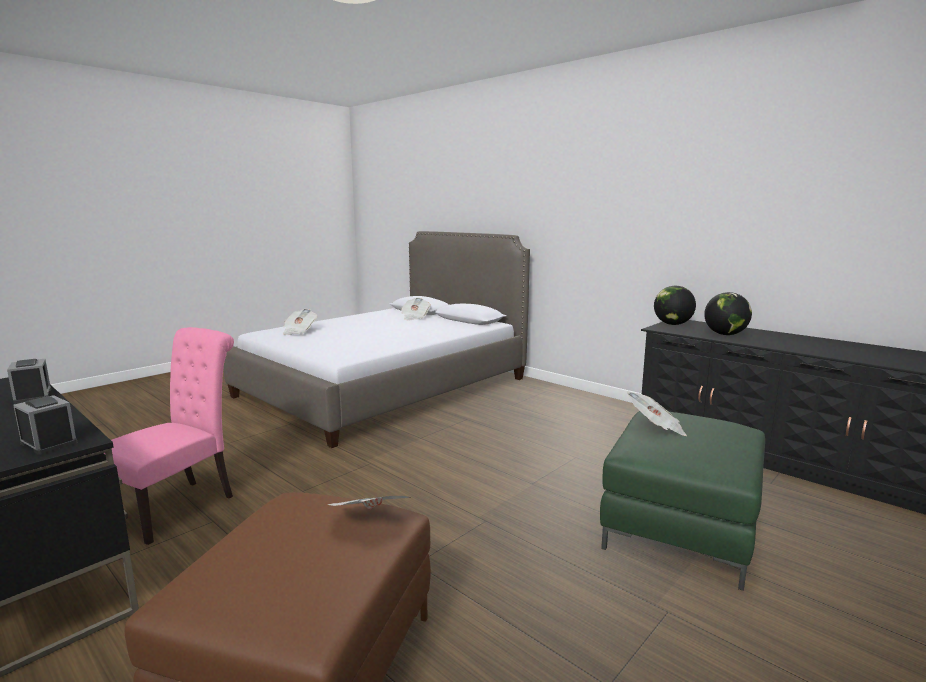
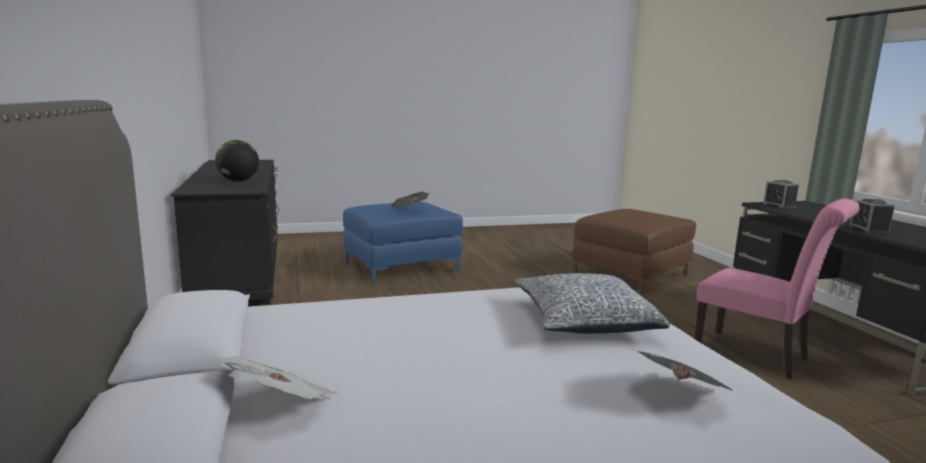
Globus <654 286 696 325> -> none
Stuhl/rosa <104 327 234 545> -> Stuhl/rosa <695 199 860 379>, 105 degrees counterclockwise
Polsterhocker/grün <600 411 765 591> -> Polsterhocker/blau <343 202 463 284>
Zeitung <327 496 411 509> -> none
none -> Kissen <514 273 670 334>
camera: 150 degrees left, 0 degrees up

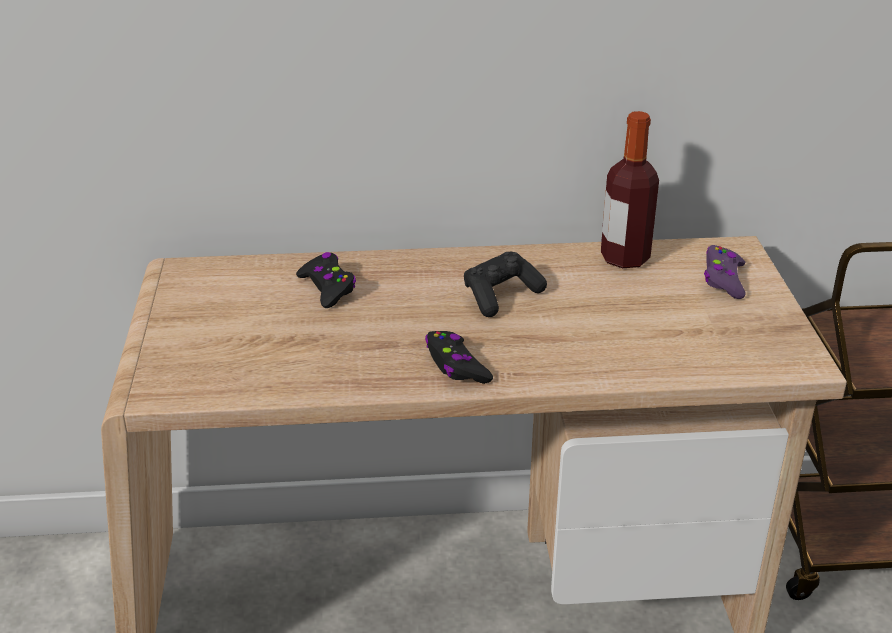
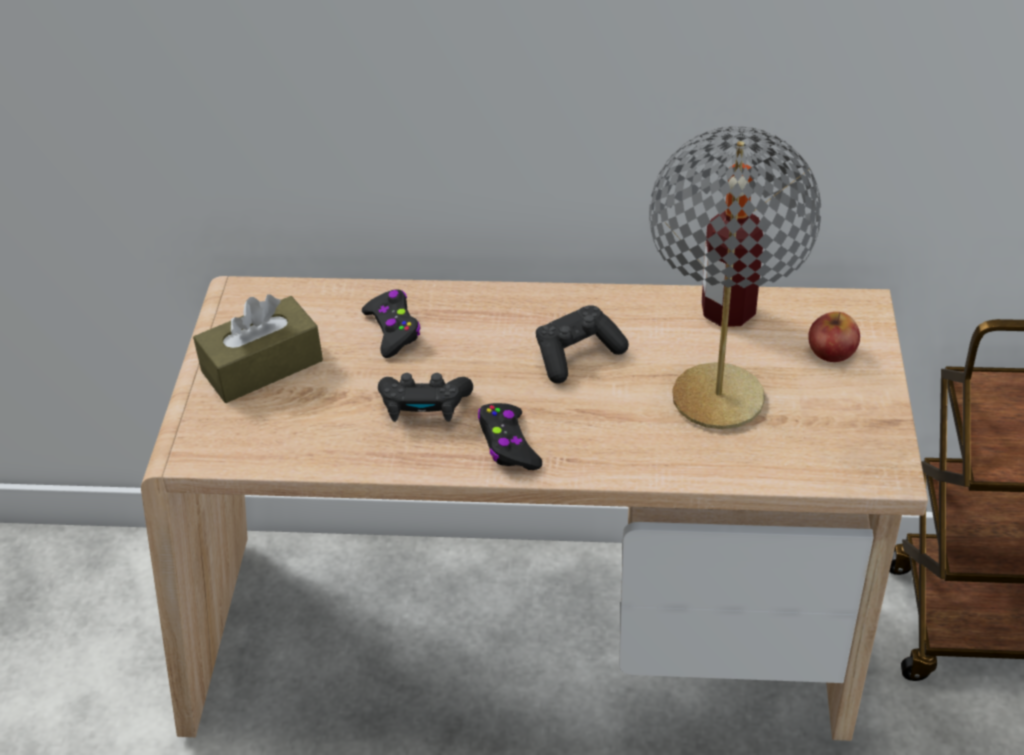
Gamepad/lila <704 245 746 299> -> Apfel <808 312 860 362>
none -> Tischlampe/grau <649 126 821 429>
none -> Taschentuchbox/braun <193 294 323 403>
none -> Gamepad/schwarz <378 373 473 422>
camera: 10 degrees right, 10 degrees up

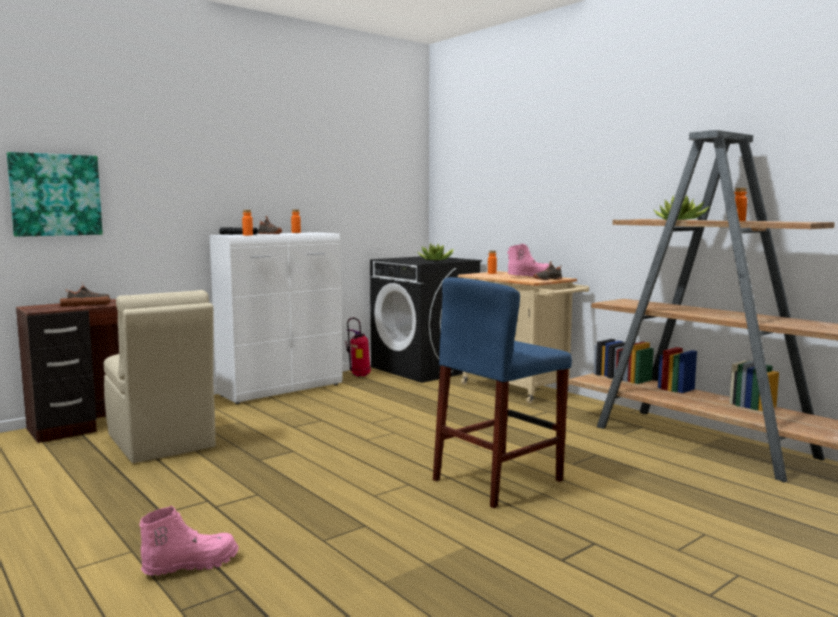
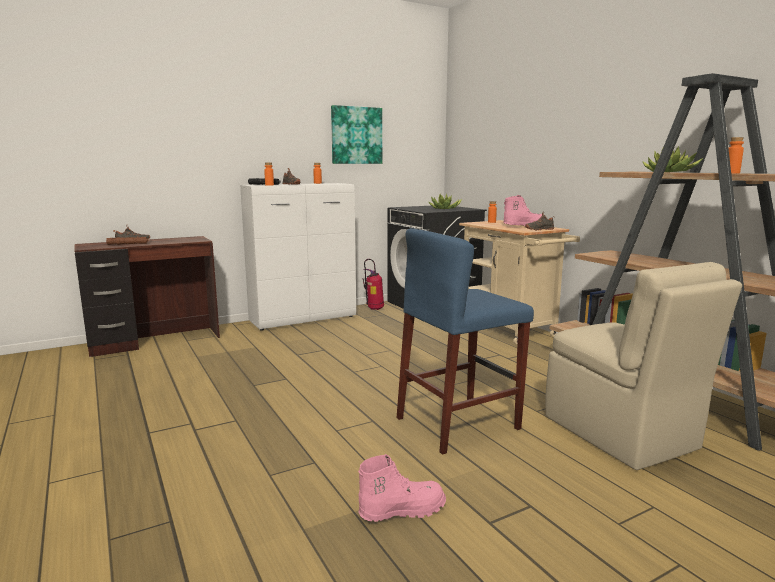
Bild <7 152 103 237> -> Bild <331 105 382 164>, shifted
Stuhl/beige <104 290 215 463> -> Stuhl/beige <545 262 742 470>, shifted
Stiefel/rosa <139 506 239 576> -> Stiefel/rosa <358 454 446 522>, shifted
camera: 10 degrees right, 5 degrees up

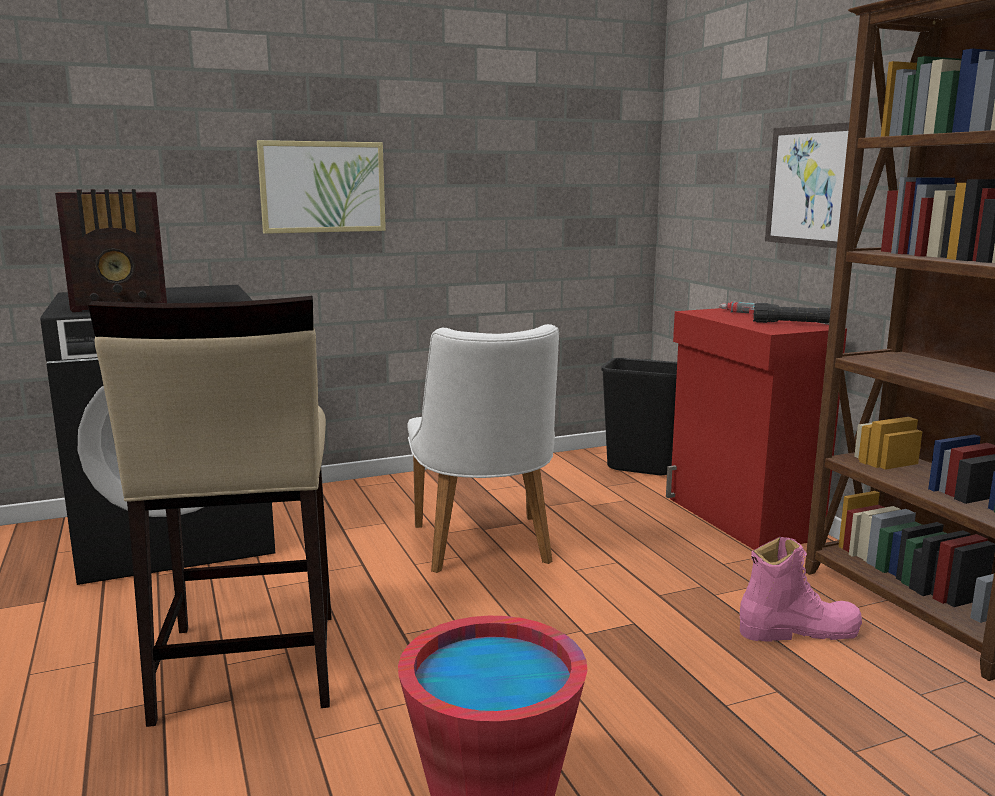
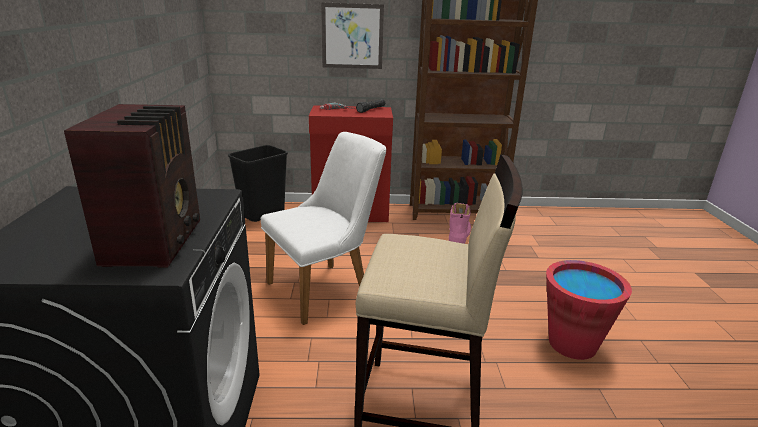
Bild <257 140 386 234> -> none
Stuhl/weiß <407 324 559 573> -> Stuhl/weiß <261 132 386 325>, 45 degrees counterclockwise
camera: 70 degrees left, 10 degrees up

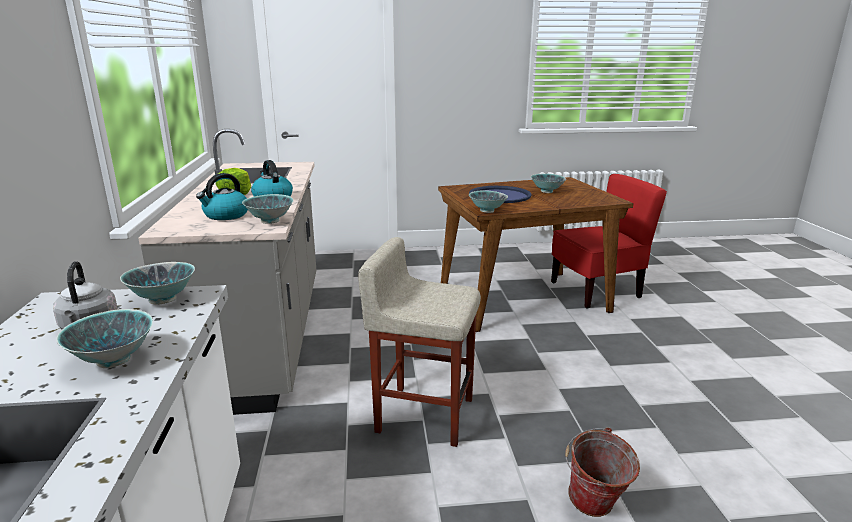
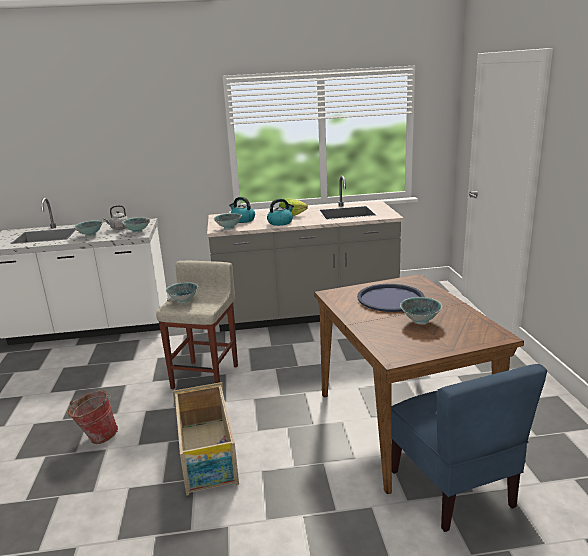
Stuhl/rot <551 174 667 309> -> Stuhl/blau <392 364 547 532>
Schüssel <469 190 508 213> -> Schüssel <166 282 198 304>, shifted
none -> Kiste <173 382 239 496>
camera: 90 degrees right, 0 degrees up

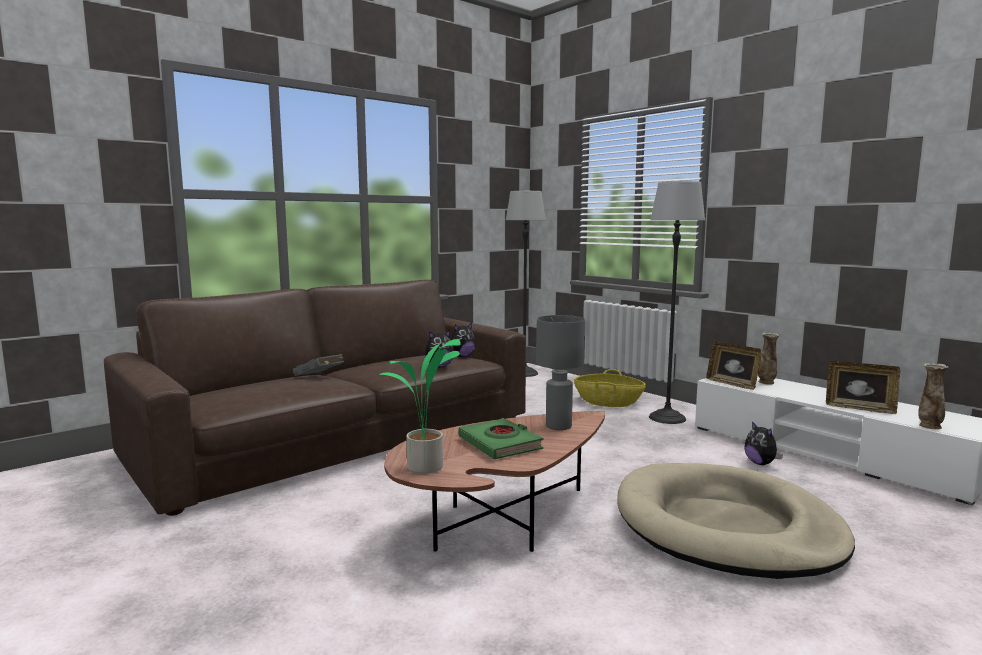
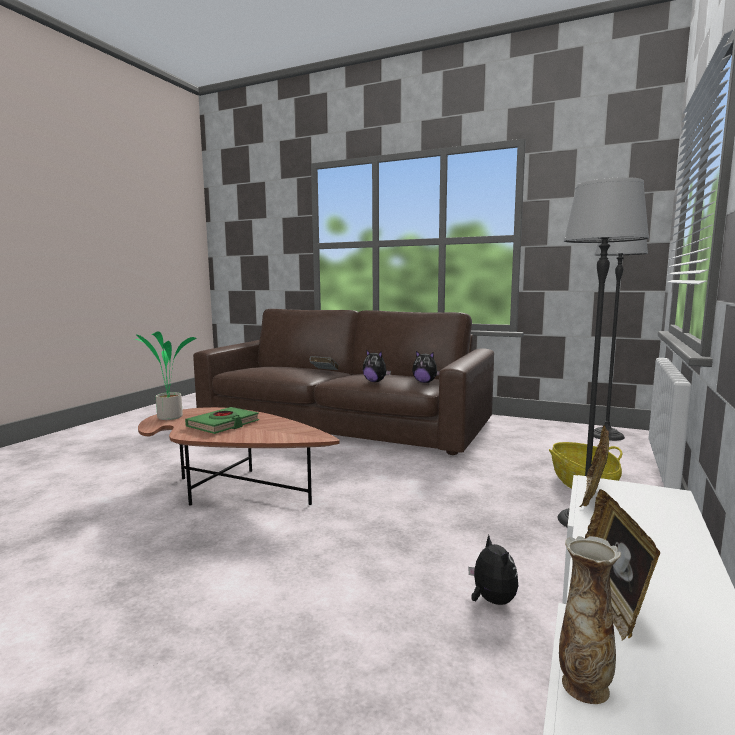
Tischlampe/grau <536 315 585 430> -> none
Vase <758 333 780 384> -> none
Plüschtier <744 421 783 465> -> Plüschtier <468 535 519 605>, 120 degrees clockwise
Hundebett/beige <617 463 855 579> -> none
camera: 65 degrees right, 0 degrees up

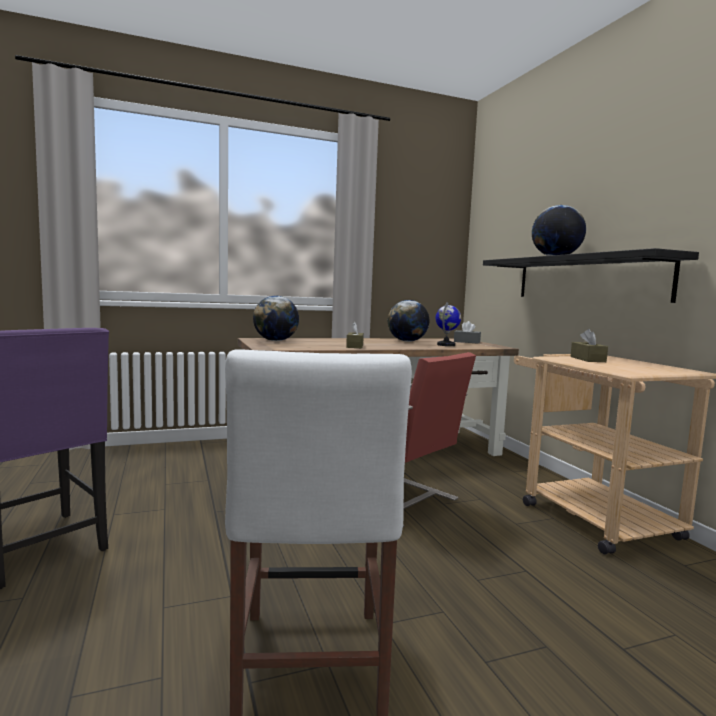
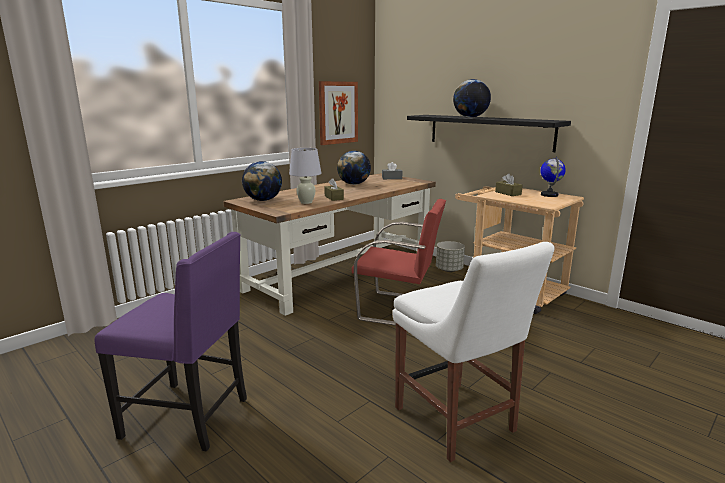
Globus <436 302 461 346> -> Globus <540 156 566 197>, shifted
none -> Bild <319 81 358 145>
none -> Tischlampe/weiß <289 148 322 204>
none -> Pflanzkübel/grau <436 241 465 272>
camera: 25 degrees left, 10 degrees up

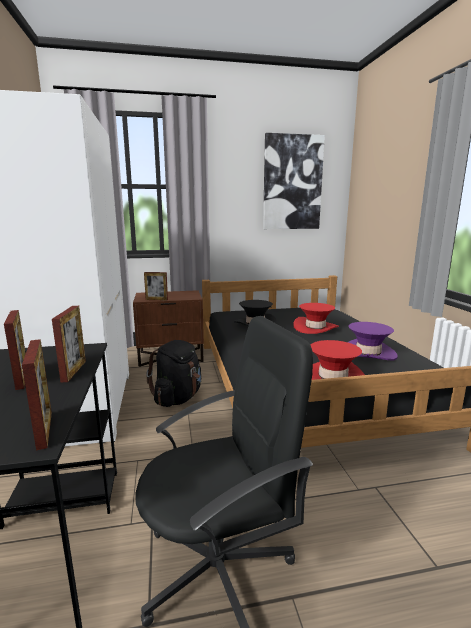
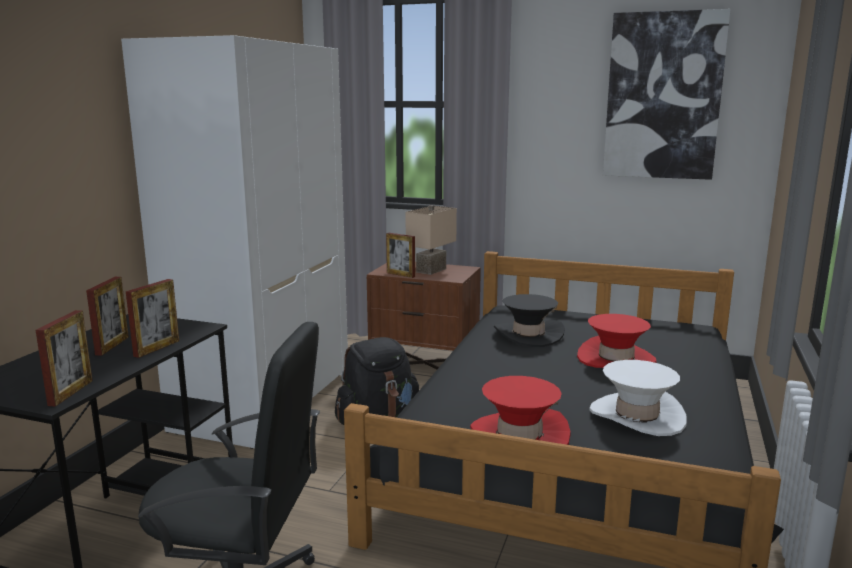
Hut/lila <348 322 398 361> -> Hut/weiß <589 360 687 436>
none -> Tischlampe/beige <406 205 457 275>
camera: 30 degrees right, 0 degrees up

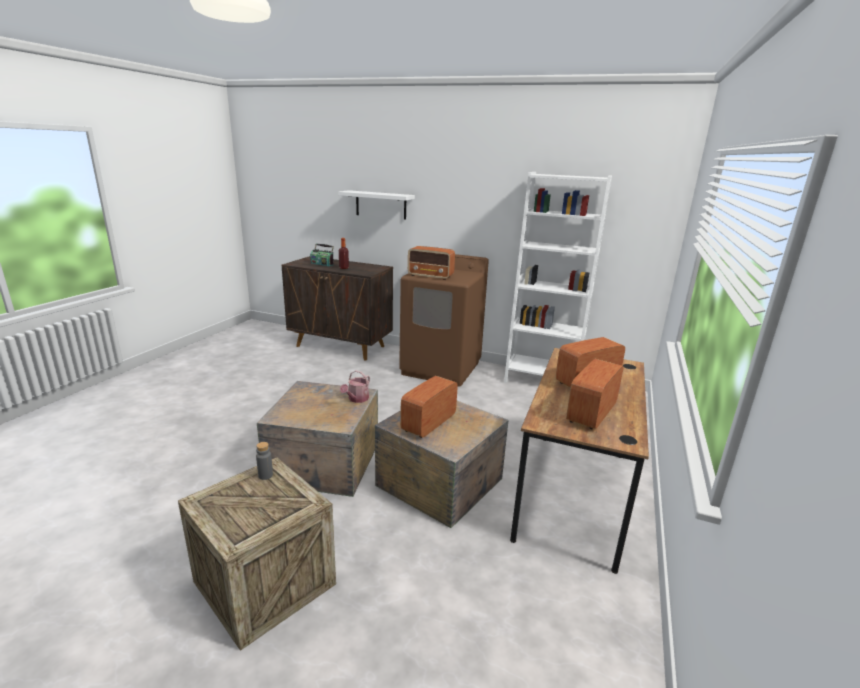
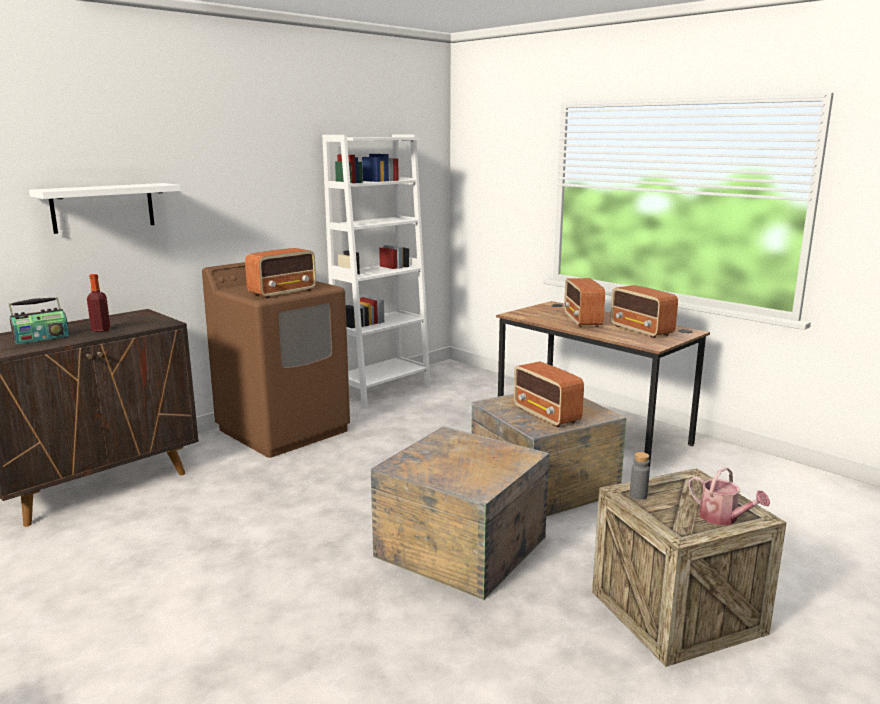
Gießkanne <340 371 370 403> -> Gießkanne <688 467 770 525>, shifted
camera: 65 degrees left, 5 degrees down

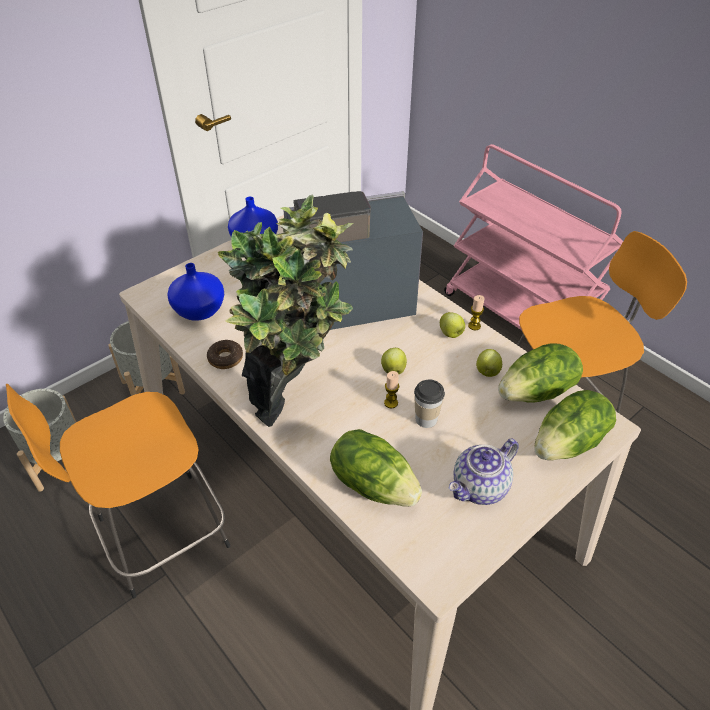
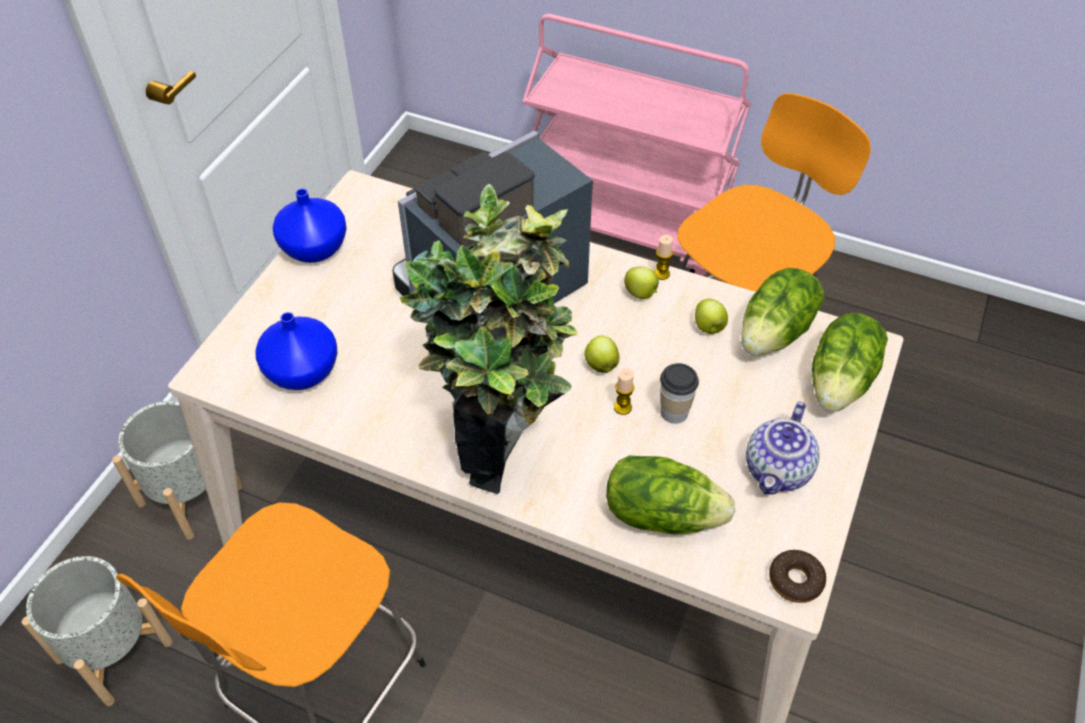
Donut <207 340 243 369> -> Donut <769 550 826 603>, shifted
camera: 25 degrees left, 5 degrees up

